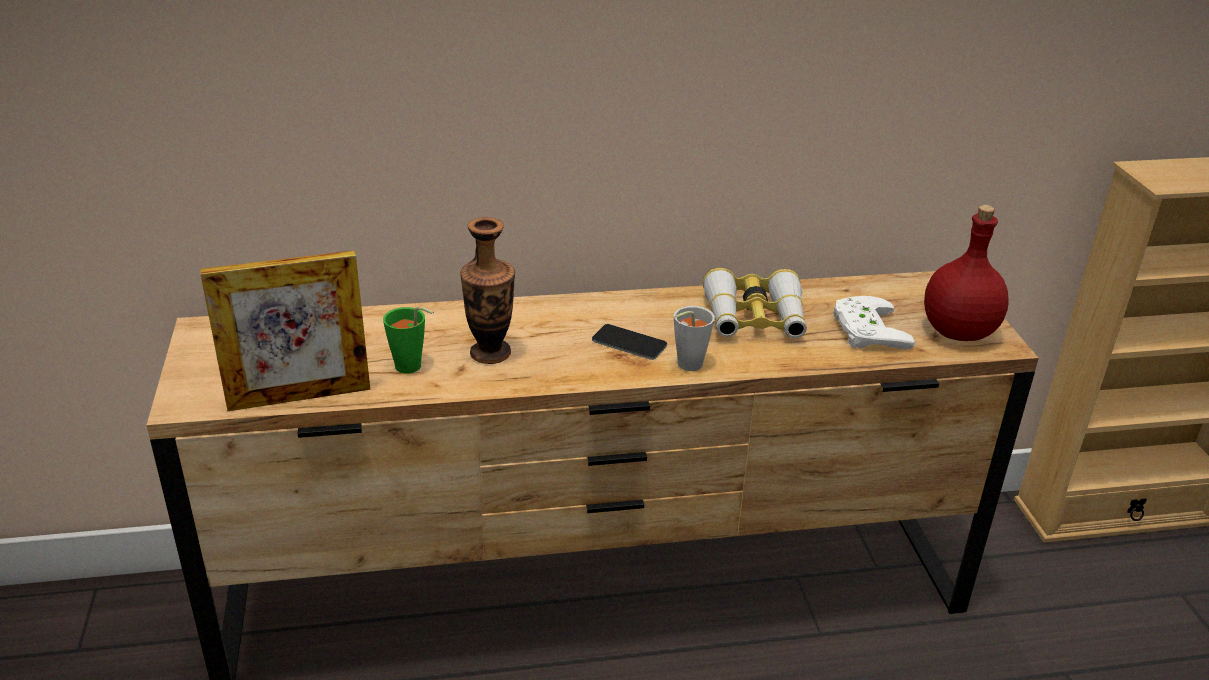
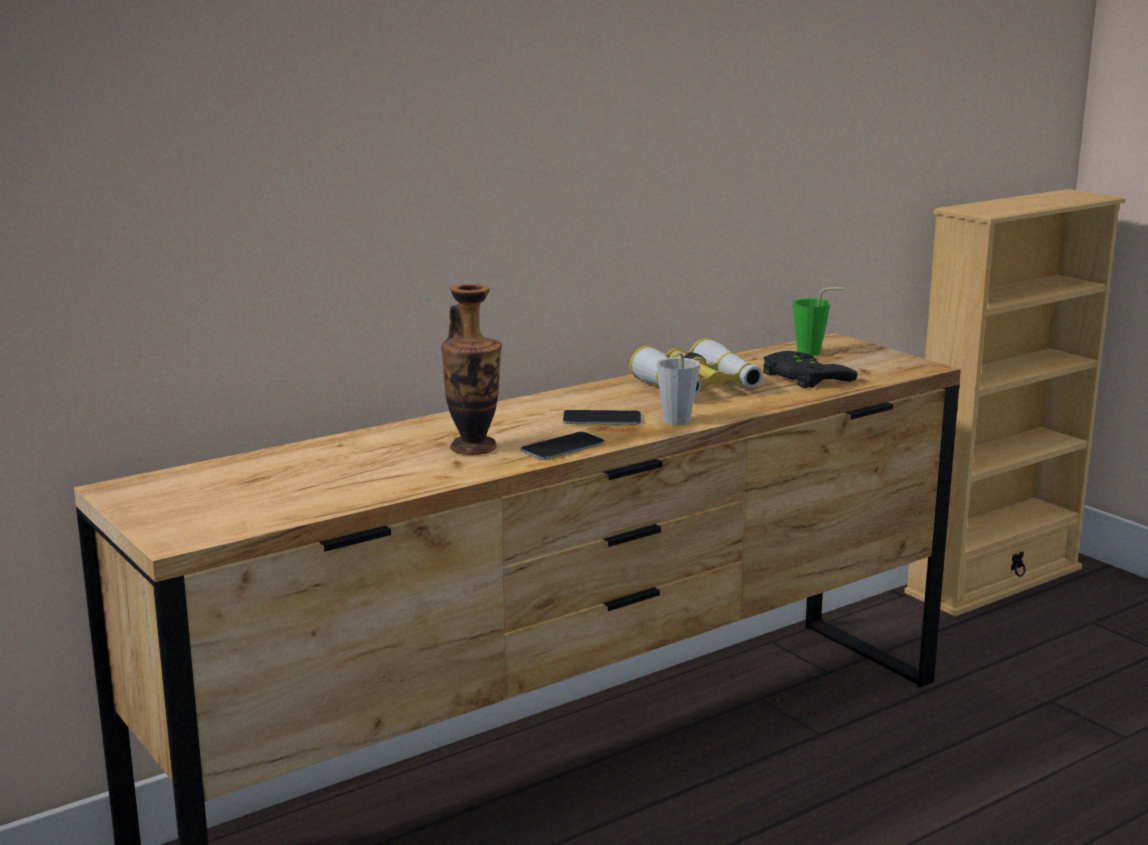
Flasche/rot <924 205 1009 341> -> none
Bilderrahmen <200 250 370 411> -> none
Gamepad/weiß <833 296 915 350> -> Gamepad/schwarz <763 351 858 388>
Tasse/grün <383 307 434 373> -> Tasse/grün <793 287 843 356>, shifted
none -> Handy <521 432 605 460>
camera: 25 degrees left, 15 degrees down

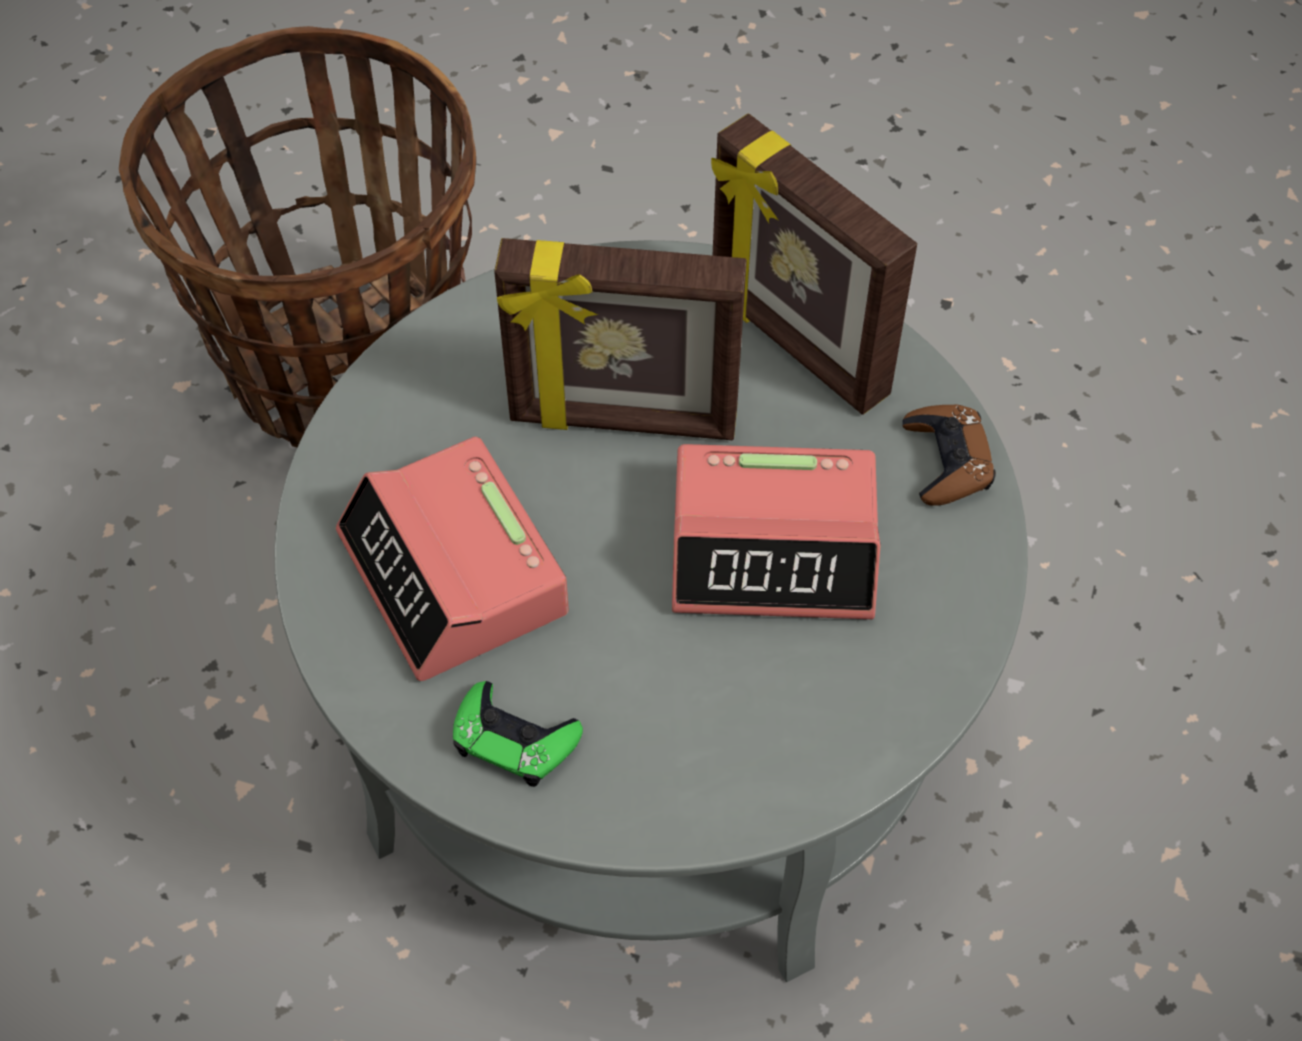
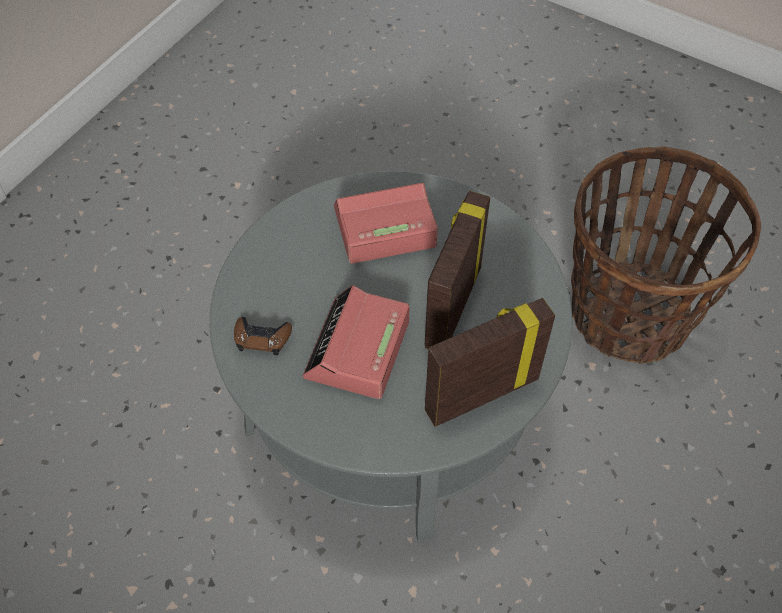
Gamepad/braun <902 405 996 506> -> Gamepad/braun <234 317 292 355>, shifted
Gamepad/grün <453 681 583 787> -> none
camera: 105 degrees right, 0 degrees up

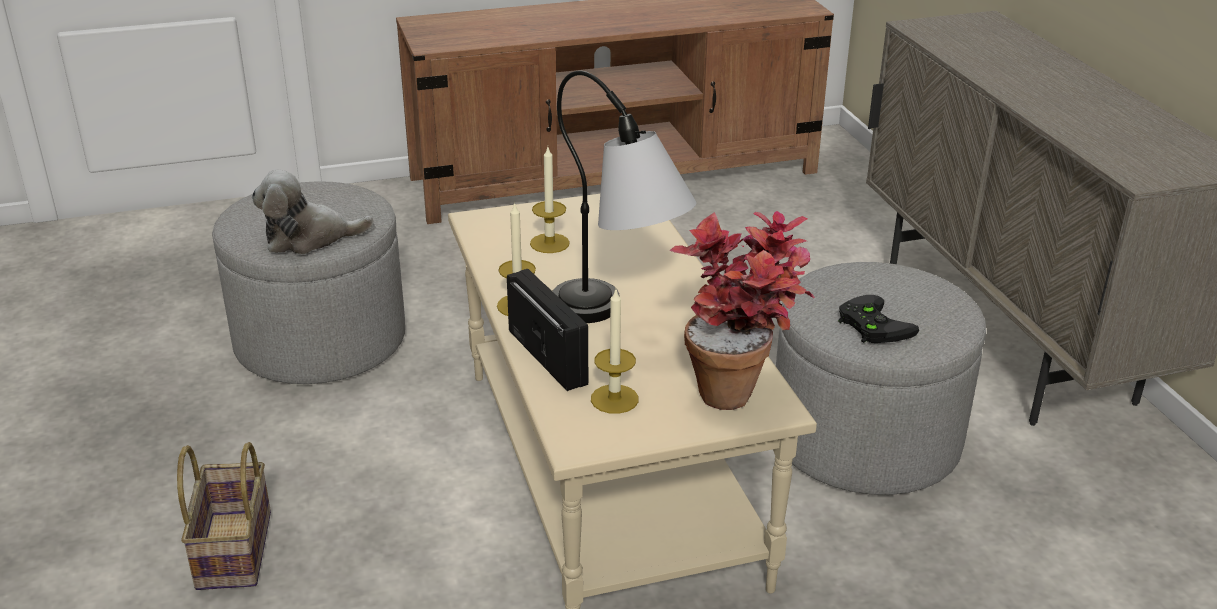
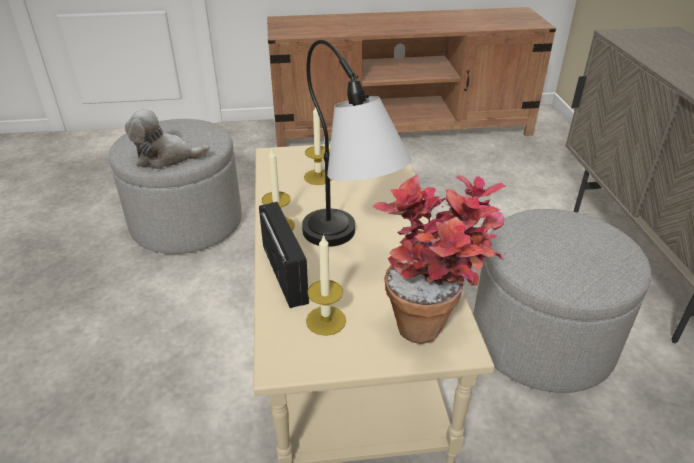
Gamepad/schwarz <838 295 919 343> -> none
Korb <177 442 271 590> -> none
camera: 10 degrees right, 5 degrees up

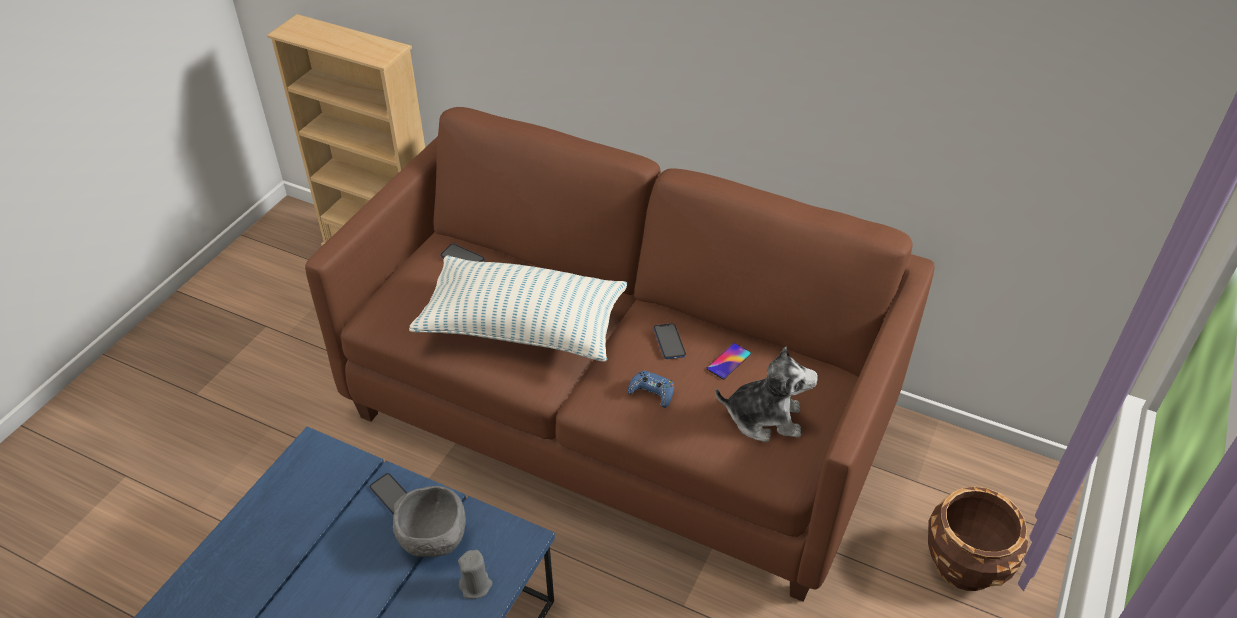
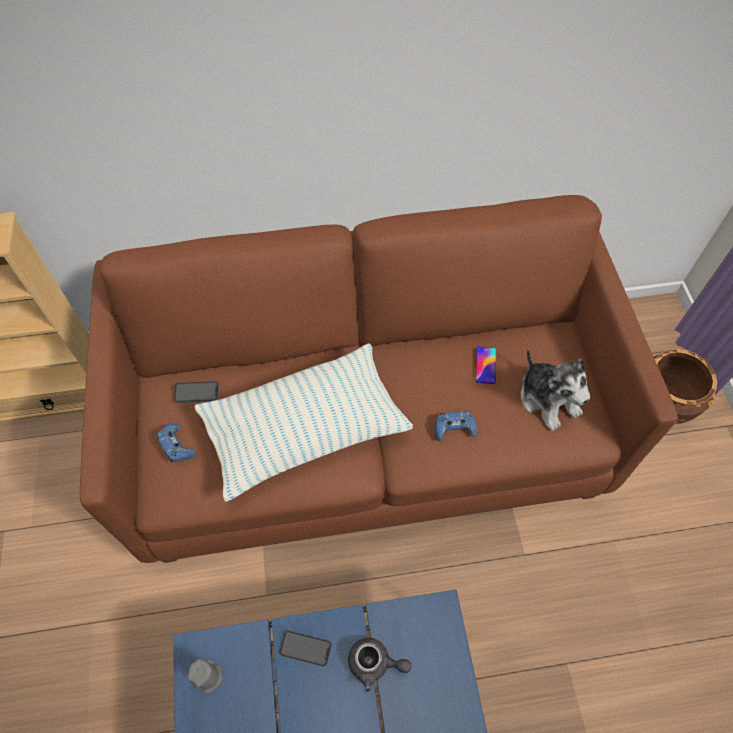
Handy <653 323 686 359> -> none
Plüschtier <715 347 818 442> -> Plüschtier <521 349 590 431>, 90 degrees clockwise
Schüssel/grau <393 486 466 557> -> Teekanne/grau <348 638 411 692>
Kerze/grau <458 550 492 599> -> Kerze/grau <187 659 222 694>, shifted
none -> Gamepad/blau <157 424 196 463>
camera: 35 degrees left, 15 degrees up

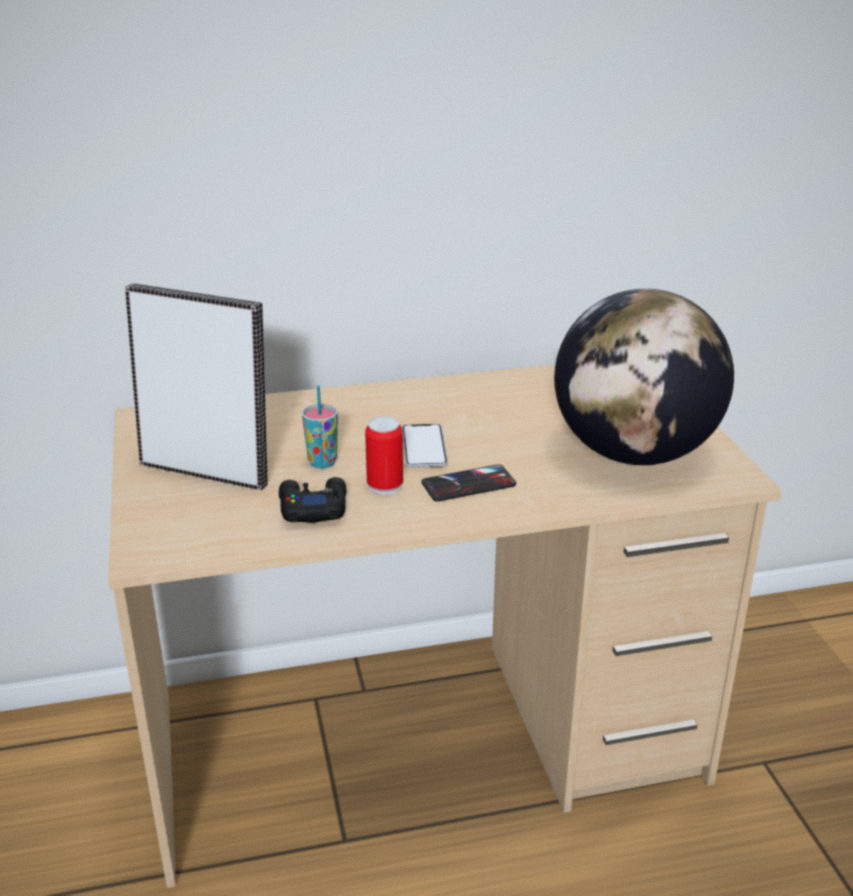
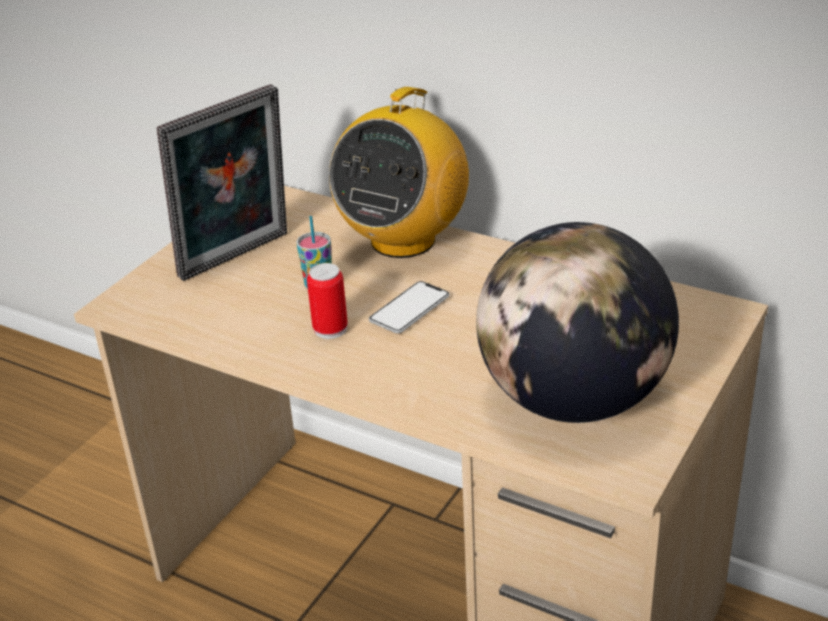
Bilderrahmen <125 284 268 490> -> Bilderrahmen <157 84 287 281>, 75 degrees clockwise
Handy <421 464 516 502> -> none
Gamepad/schwarz <279 477 346 523> -> none
none -> Radio <329 87 469 258>
camera: 45 degrees right, 5 degrees up

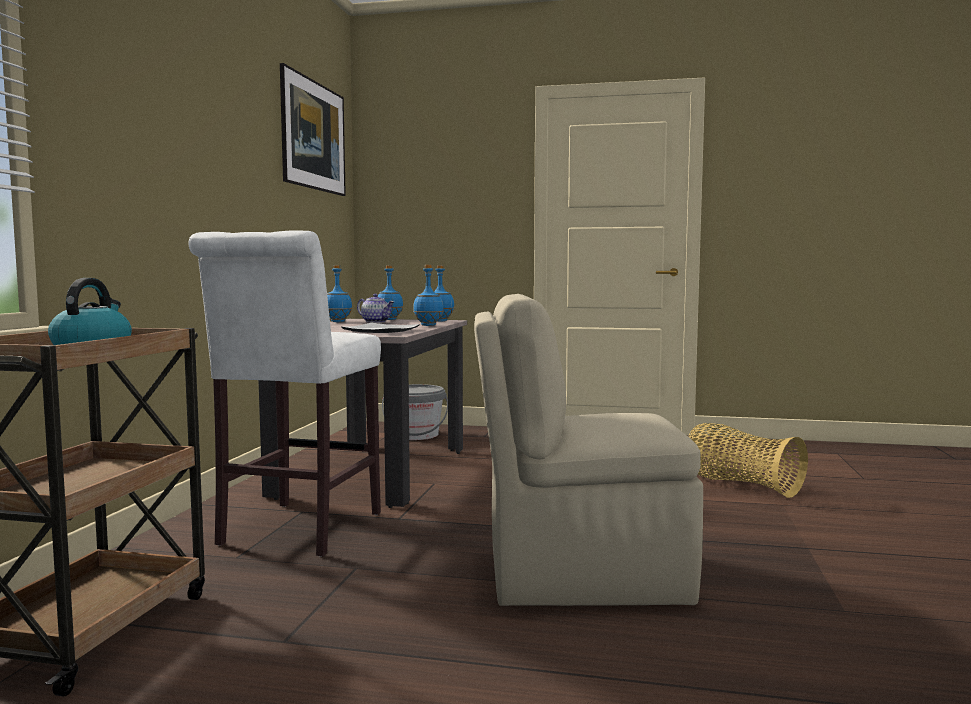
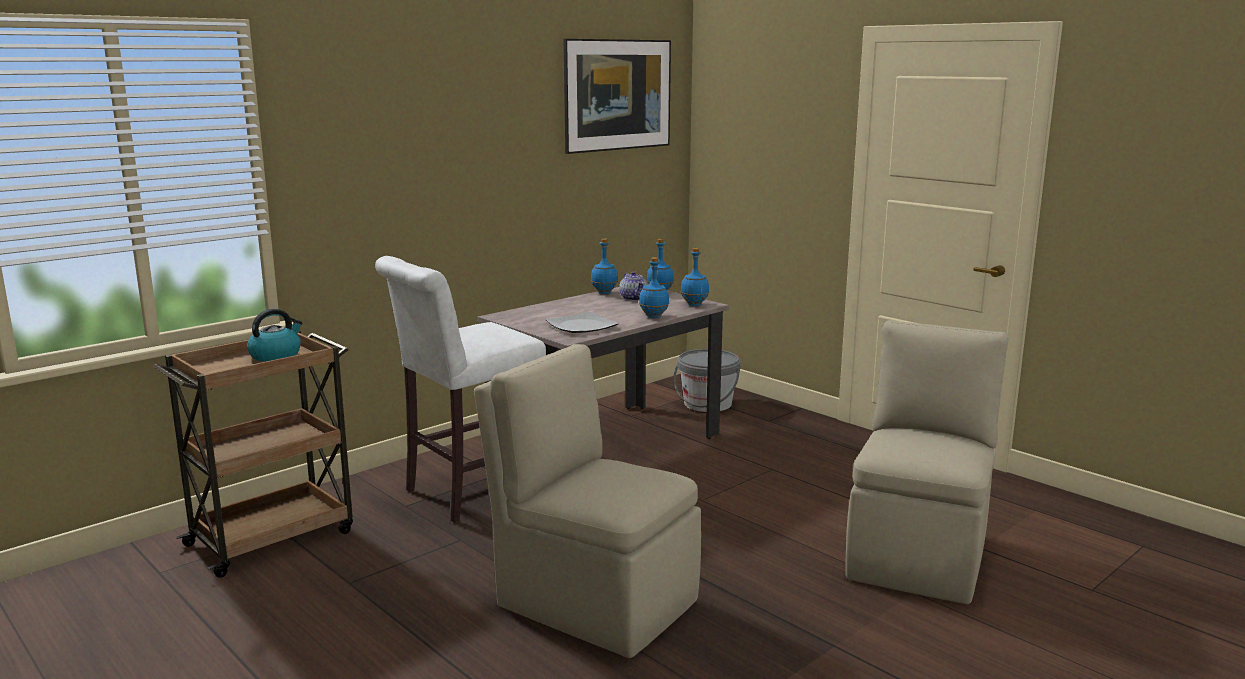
Korb <688 423 808 498> -> Stuhl/beige <846 320 1009 604>
camera: 35 degrees right, 10 degrees up

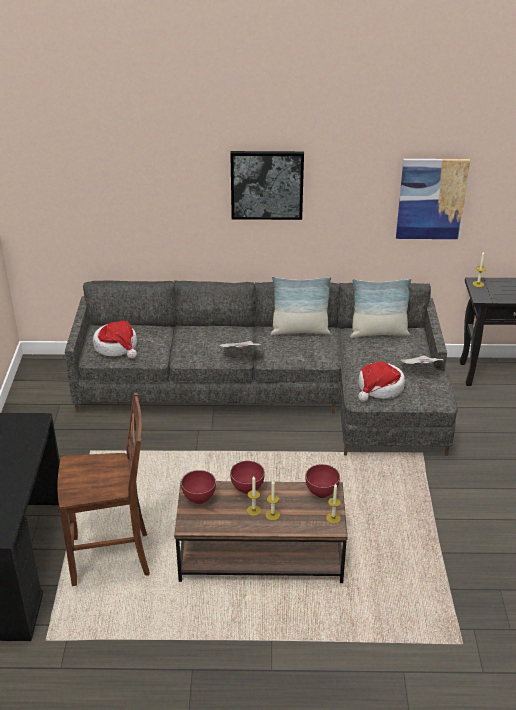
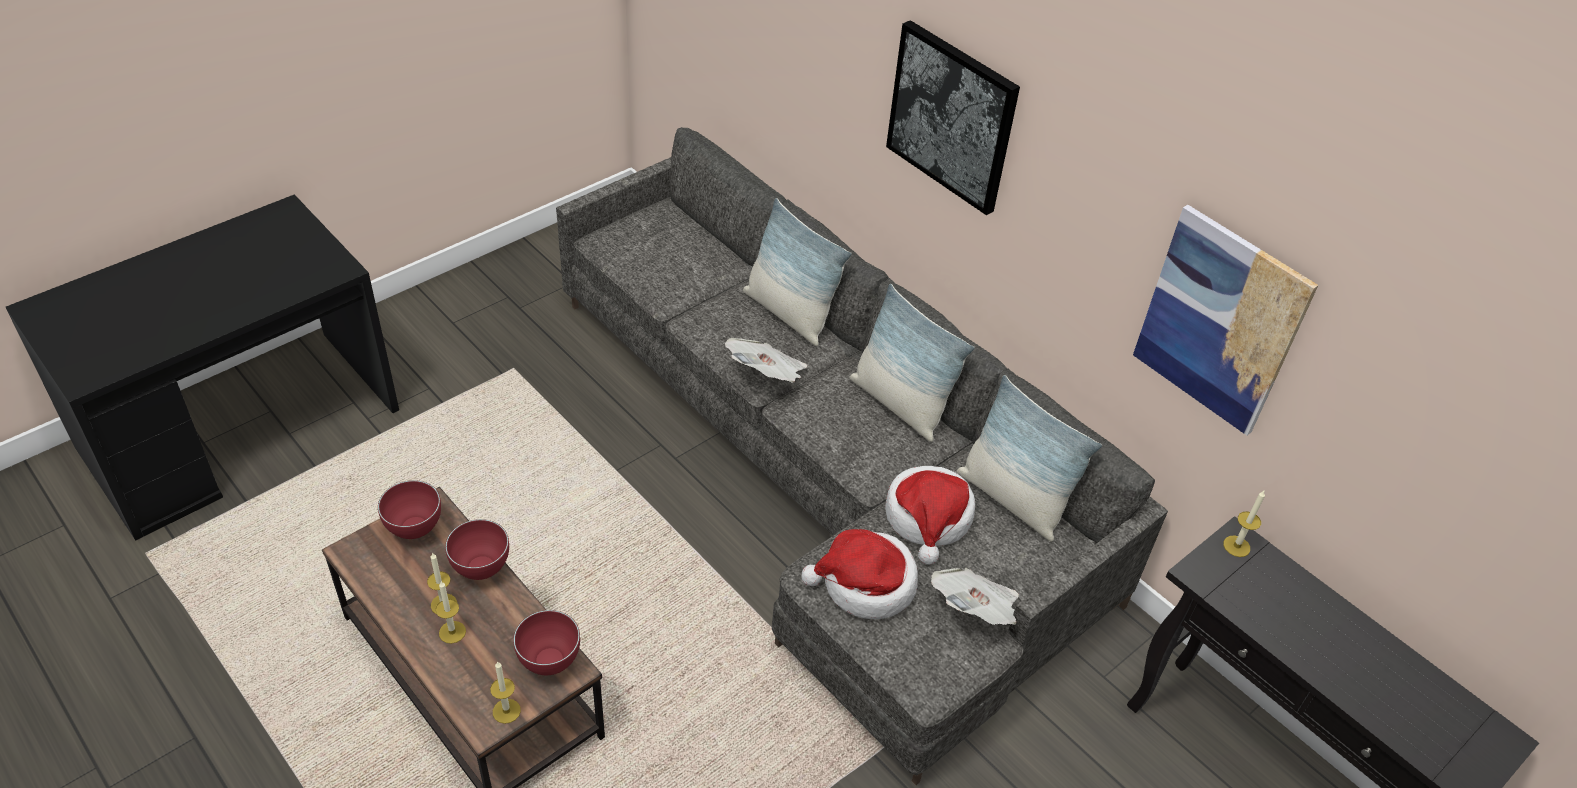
Hut <93 320 137 359> -> Hut <885 466 975 565>, shifted
Stuhl/braun <57 393 150 586> -> none
none -> Kissen <743 198 852 346>
camera: 45 degrees right, 10 degrees up

